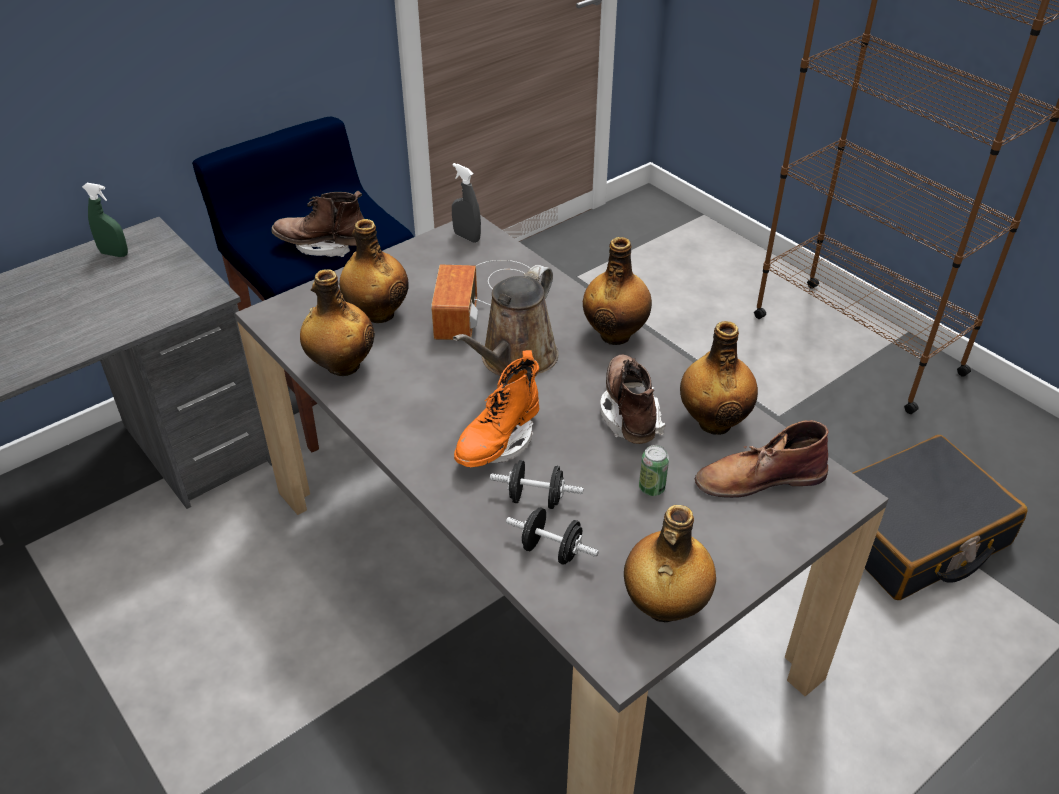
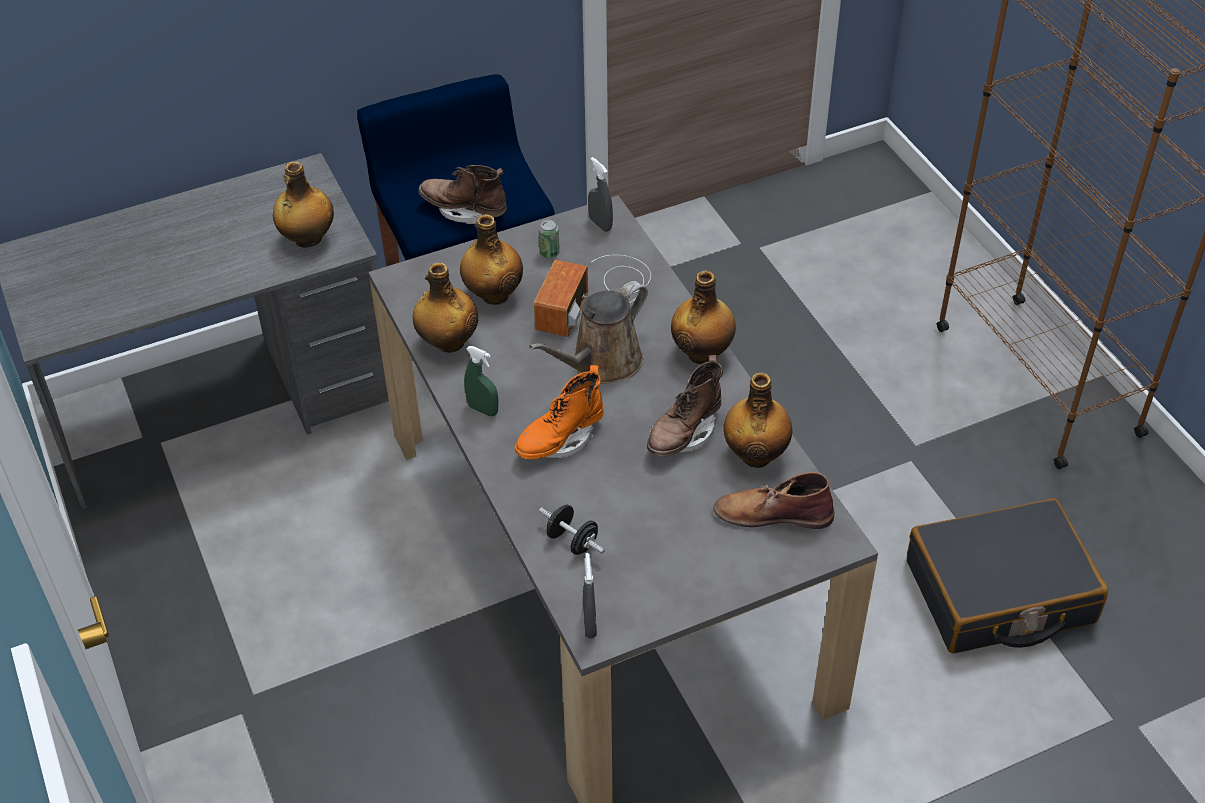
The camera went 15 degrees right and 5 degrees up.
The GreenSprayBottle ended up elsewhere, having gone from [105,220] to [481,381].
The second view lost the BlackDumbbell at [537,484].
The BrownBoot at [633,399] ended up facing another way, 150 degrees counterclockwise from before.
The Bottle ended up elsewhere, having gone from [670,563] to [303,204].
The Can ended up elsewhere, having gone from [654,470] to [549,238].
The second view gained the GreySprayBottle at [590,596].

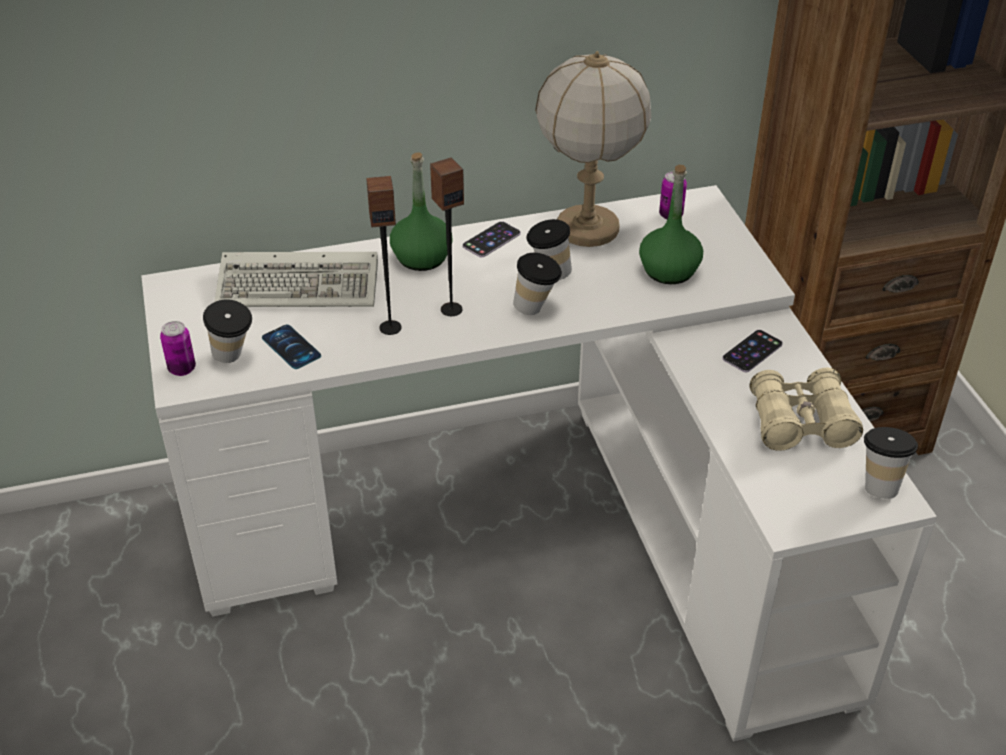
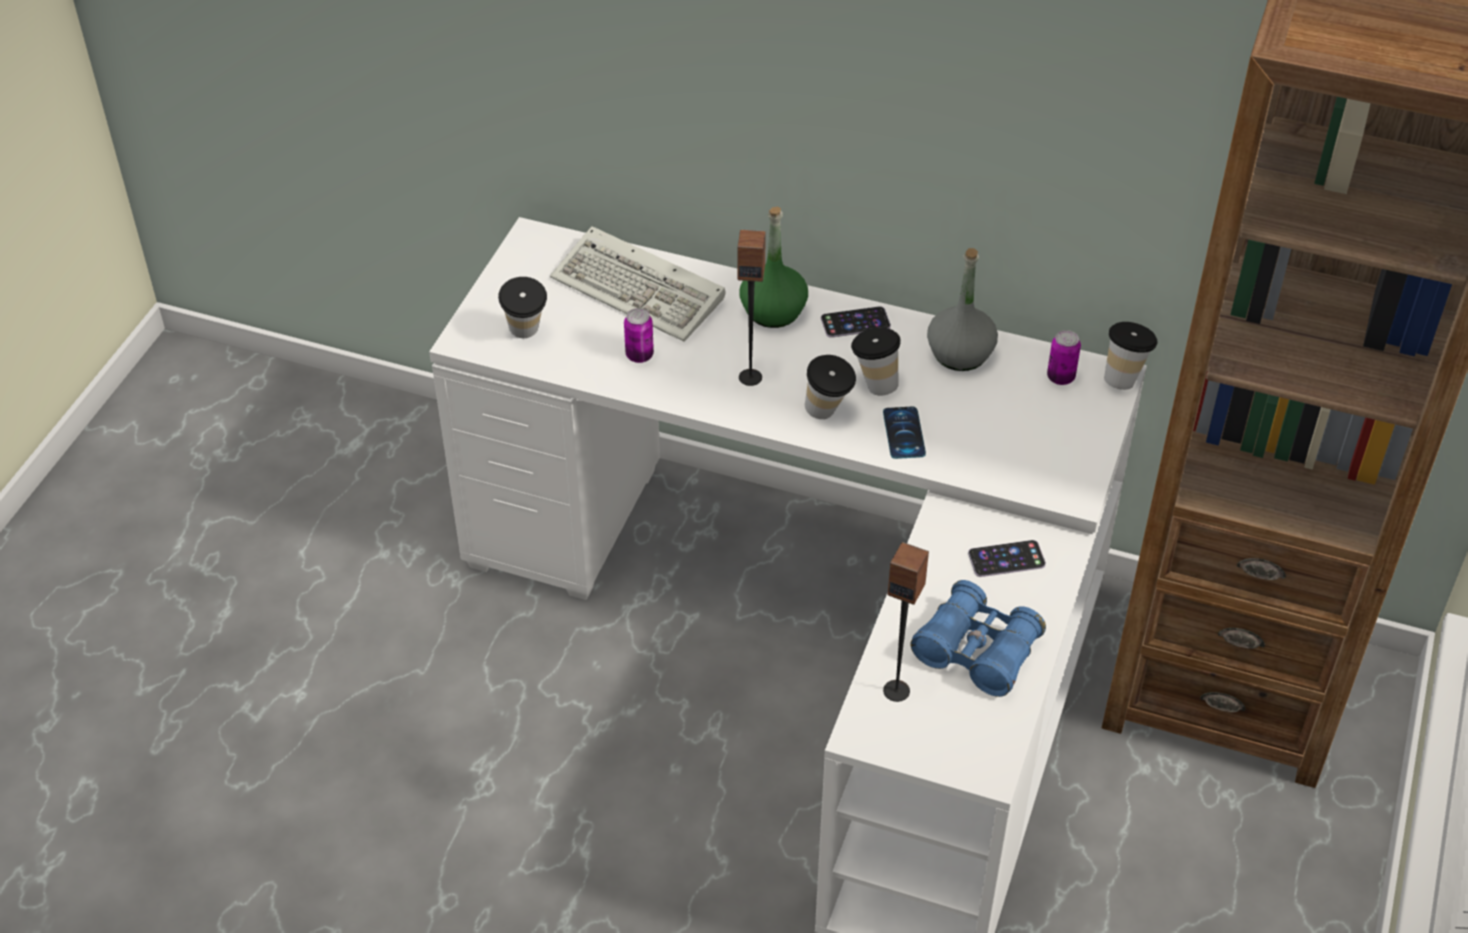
The camera went 35 degrees right and 5 degrees up.
The Can ended up elsewhere, having gone from [178,348] to [639,335].
The Phone ended up elsewhere, having gone from [291,346] to [904,433].
The Speaker ended up elsewhere, having gone from [384,255] to [906,622].
Where the TableLamp stood at [593,149], the GreyBottle came to stand at [962,309].
The second view lost the GreenBottle at [671,224].
What was the BeigeBinoculars at [806,409] turned into the BlueBinoculars at [978,638].
The Cup ended up elsewhere, having gone from [891,463] to [1131,356].

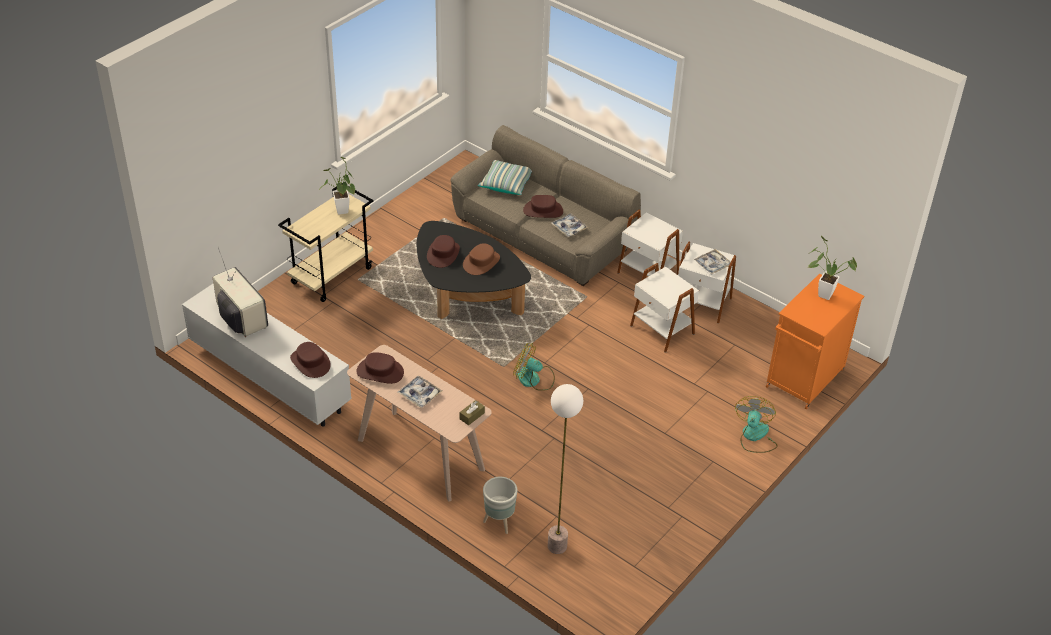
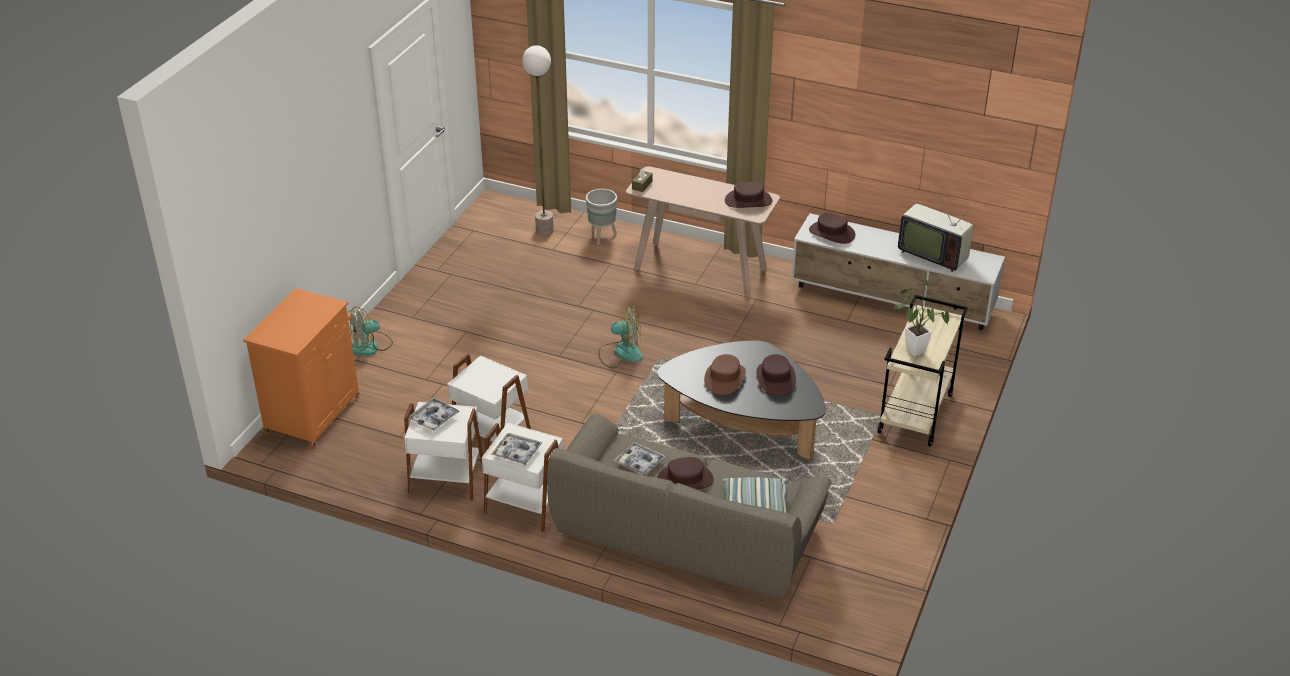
The camera went 165 degrees right and 5 degrees down.
The Tray ended up elsewhere, having gone from [420,392] to [517,449].
The Fan at [756,424] ended up facing another way, 60 degrees clockwise from before.
The second view lost the PottedPlant at [832,268].

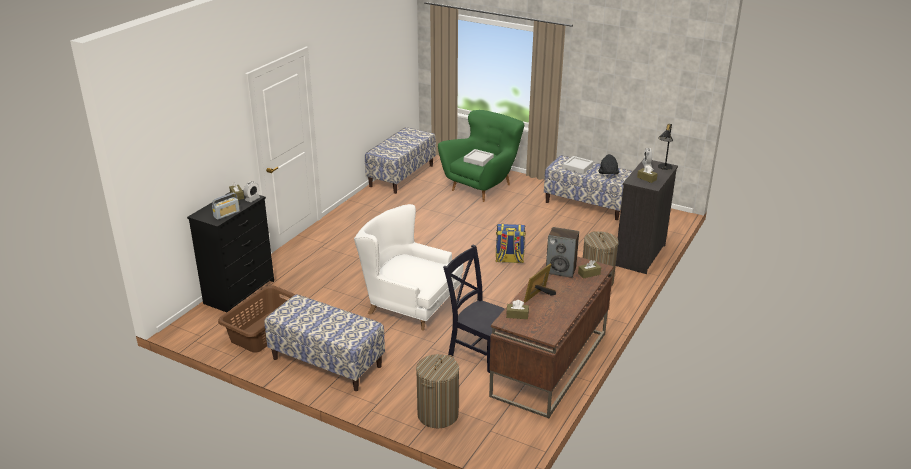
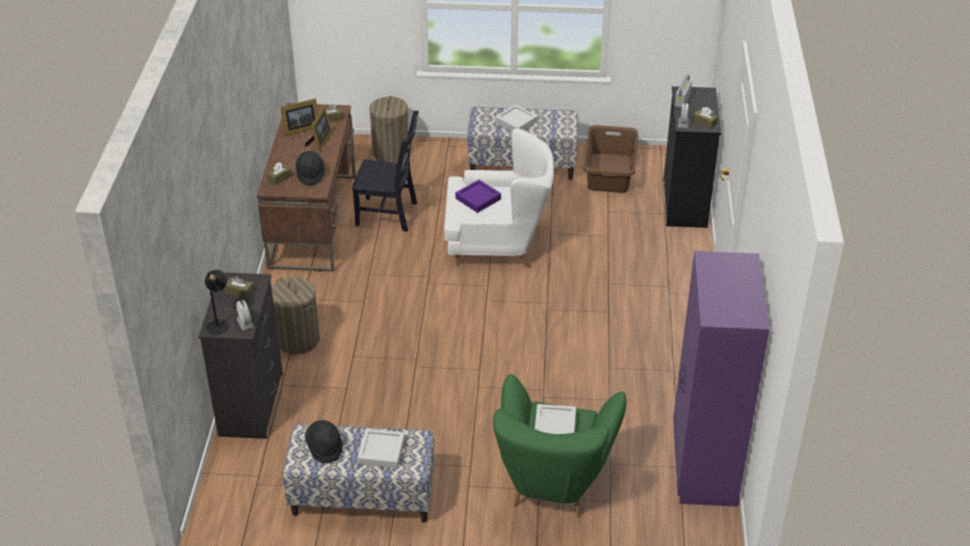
The camera went 155 degrees right and 10 degrees up.
Where the Bench stood at [400,160], the PurpleWardrobe came to stand at [721,379].
The second view lost the Backpack at [510,243].
Where the Speaker stood at [562,252], the BlackHat came to stand at [310,168].
The second view gained the PictureFrame at [299,117].
The second view gained the PurpleTray at [478,196].
The second view gained the GreyTray at [516,117].

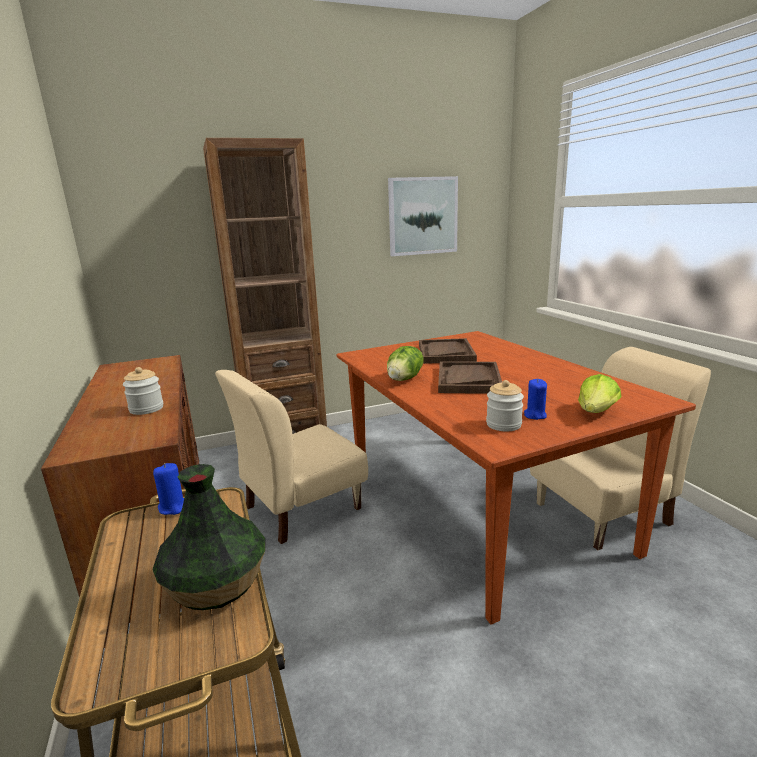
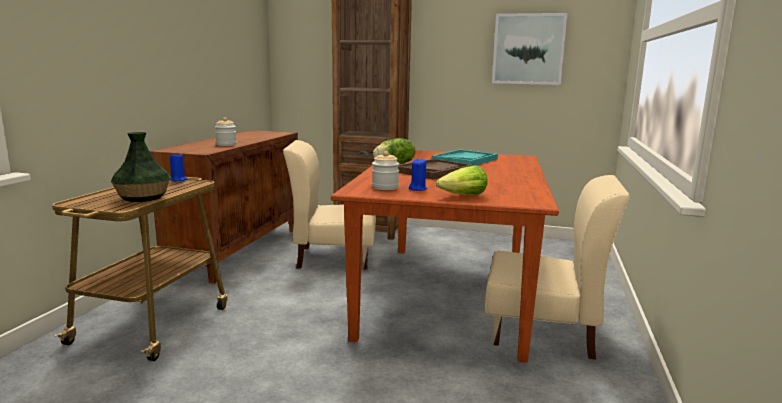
The camera went 35 degrees right and 5 degrees down.
What was the BrownTray at [448,351] turned into the TurquoiseTray at [465,157].

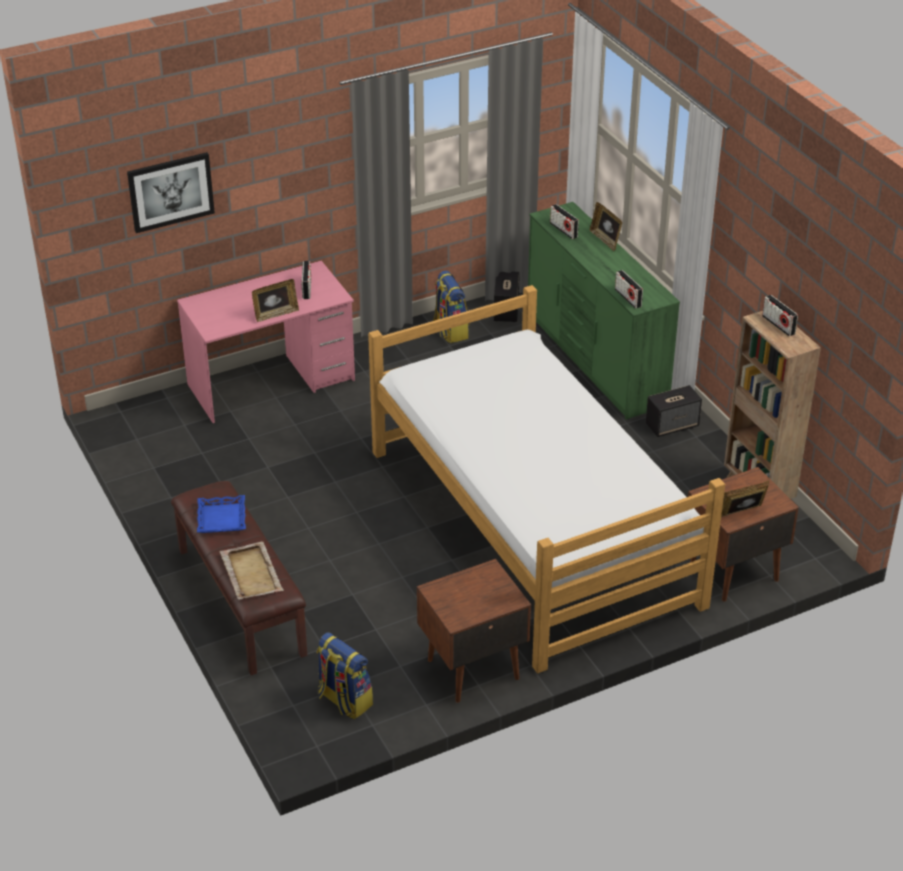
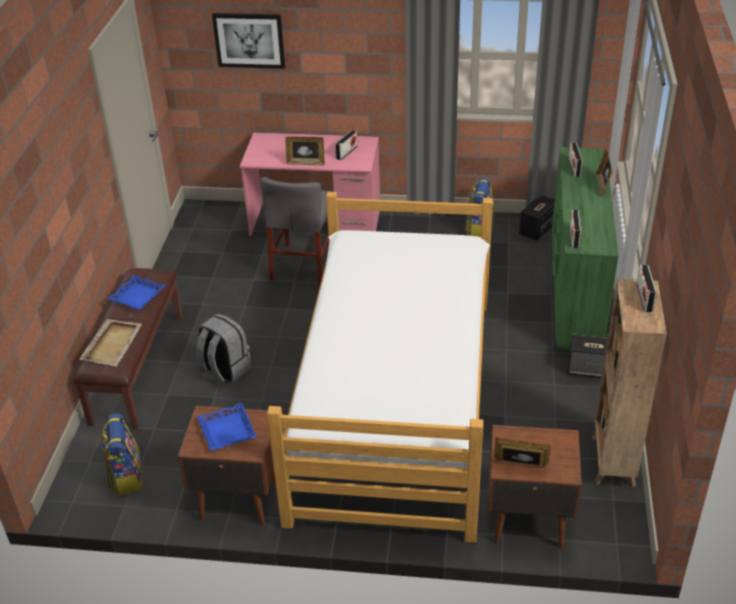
The camera went 35 degrees right and 0 degrees up.
The second view gained the GreyBackpack at [223,349].
The second view gained the BlueTray at [227,427].
The second view gained the GreyChair at [296,231].

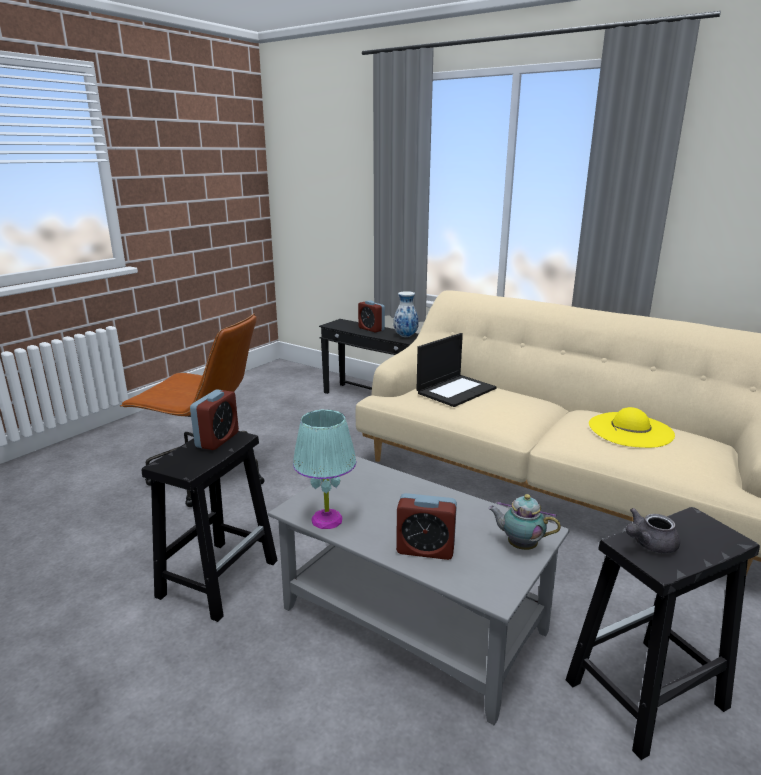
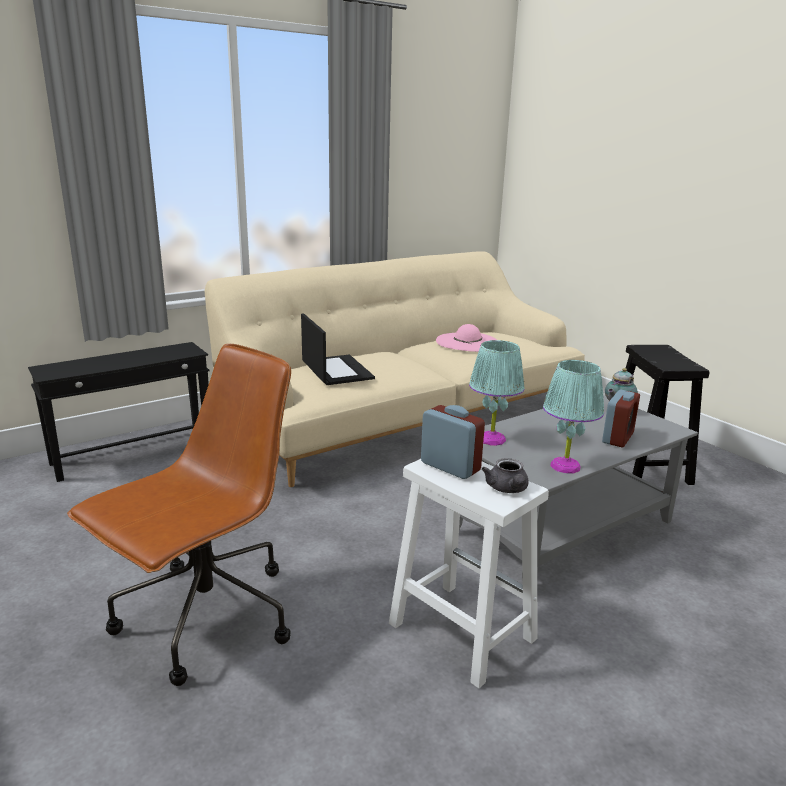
The camera went 70 degrees left and 0 degrees up.
What was the BlackStool at [209,526] turned into the WhiteStool at [469,574].
The second view lost the AlarmClock at [371,316].
The second view lost the Vase at [406,314].
What was the YellowHat at [632,427] turned into the PinkHat at [466,338].
The GreyTeapot ended up elsewhere, having gone from [653,530] to [505,475].
The second view gained the TurquoiseTableLamp at [497,393].

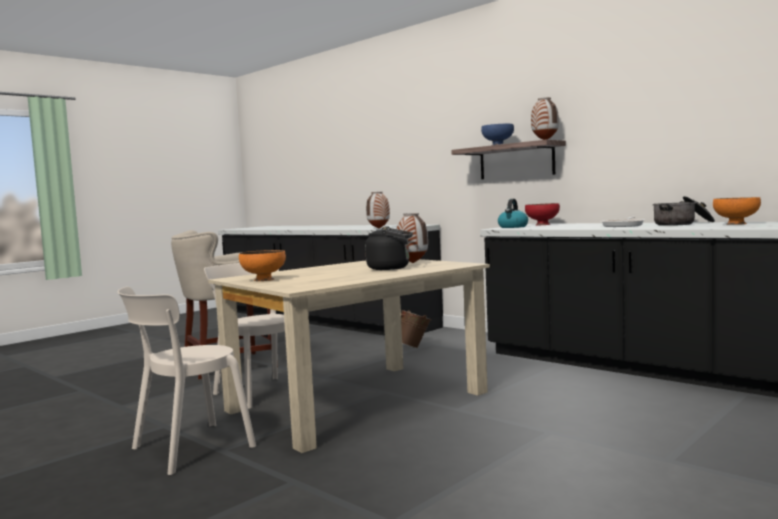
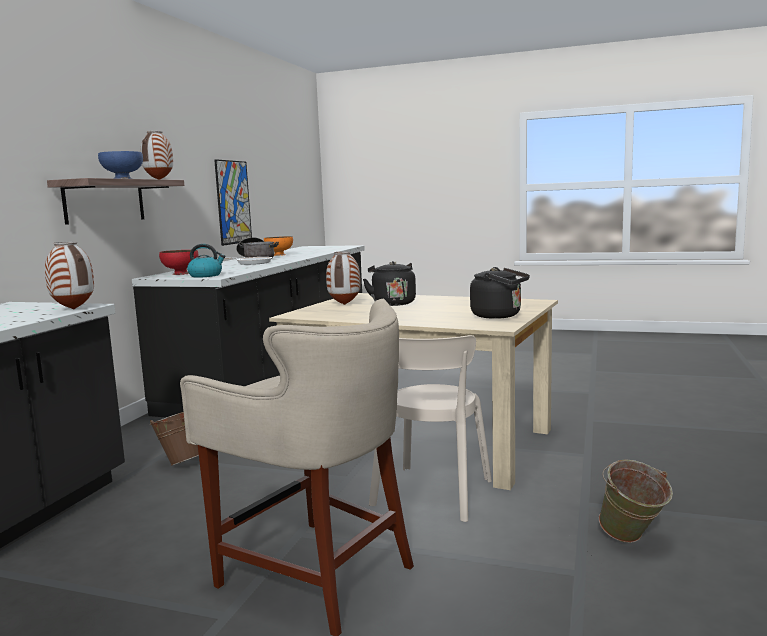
The camera went 115 degrees left and 5 degrees up.
The second view lost the BeigeChair at [187,381].
Where the OrangeBowl stood at [262,265], the BlackKettle came to stand at [500,293].
The second view gained the Picture at [233,202].
The second view gained the GreenBucket at [636,501].

